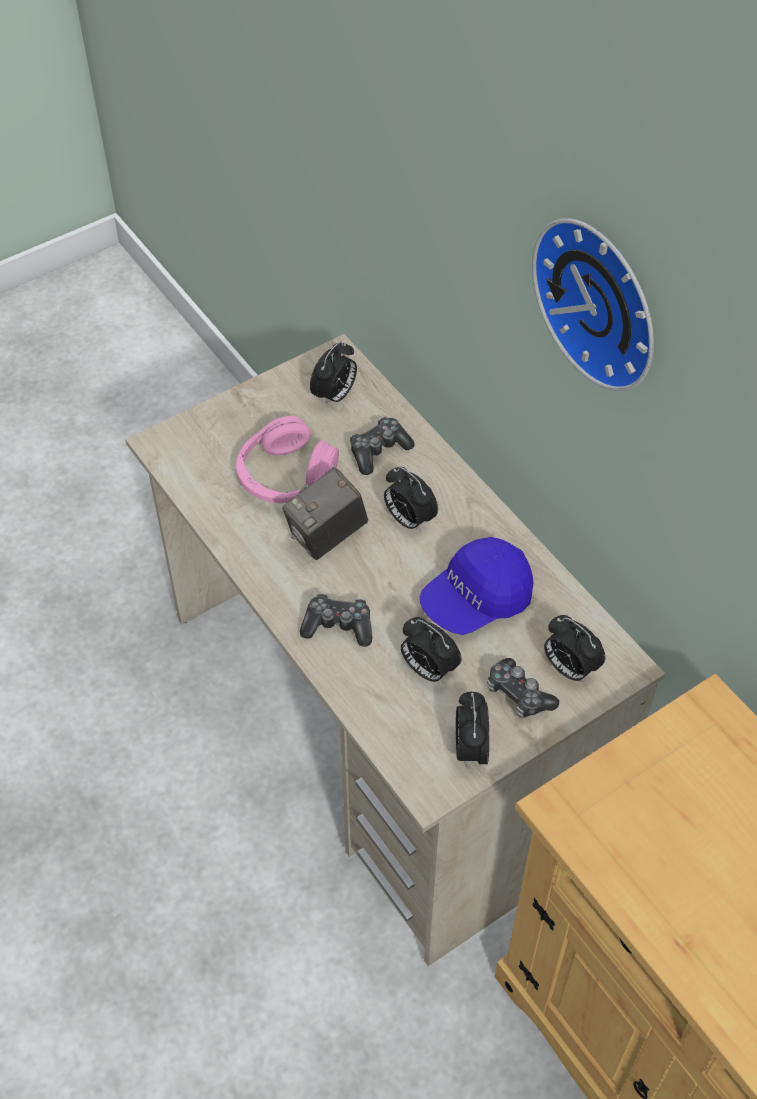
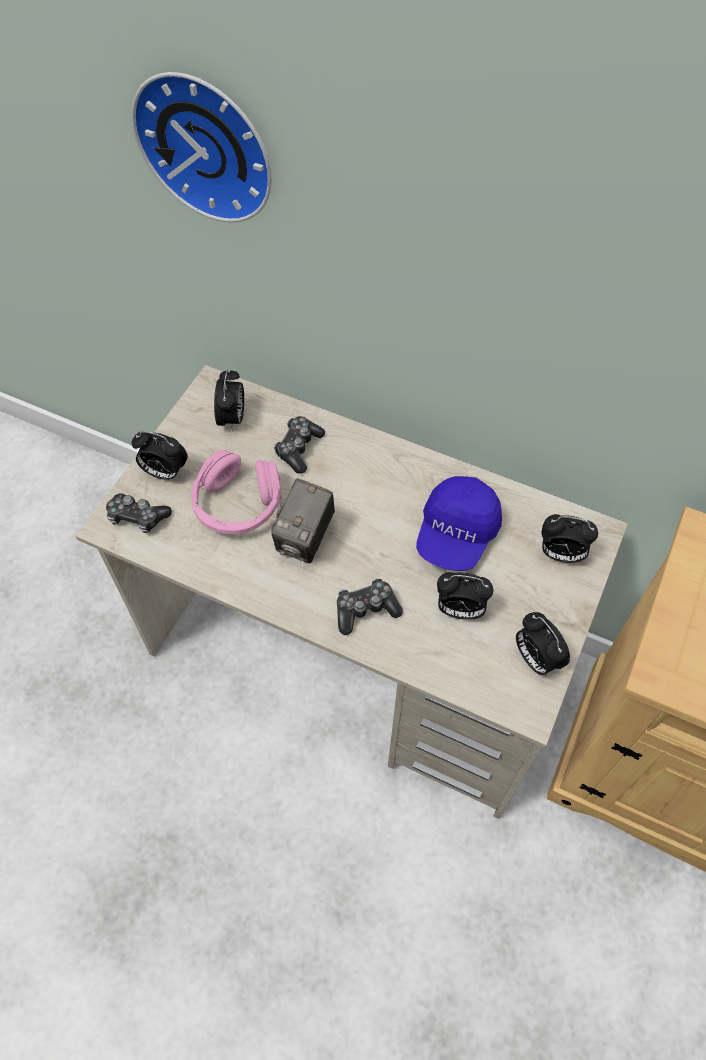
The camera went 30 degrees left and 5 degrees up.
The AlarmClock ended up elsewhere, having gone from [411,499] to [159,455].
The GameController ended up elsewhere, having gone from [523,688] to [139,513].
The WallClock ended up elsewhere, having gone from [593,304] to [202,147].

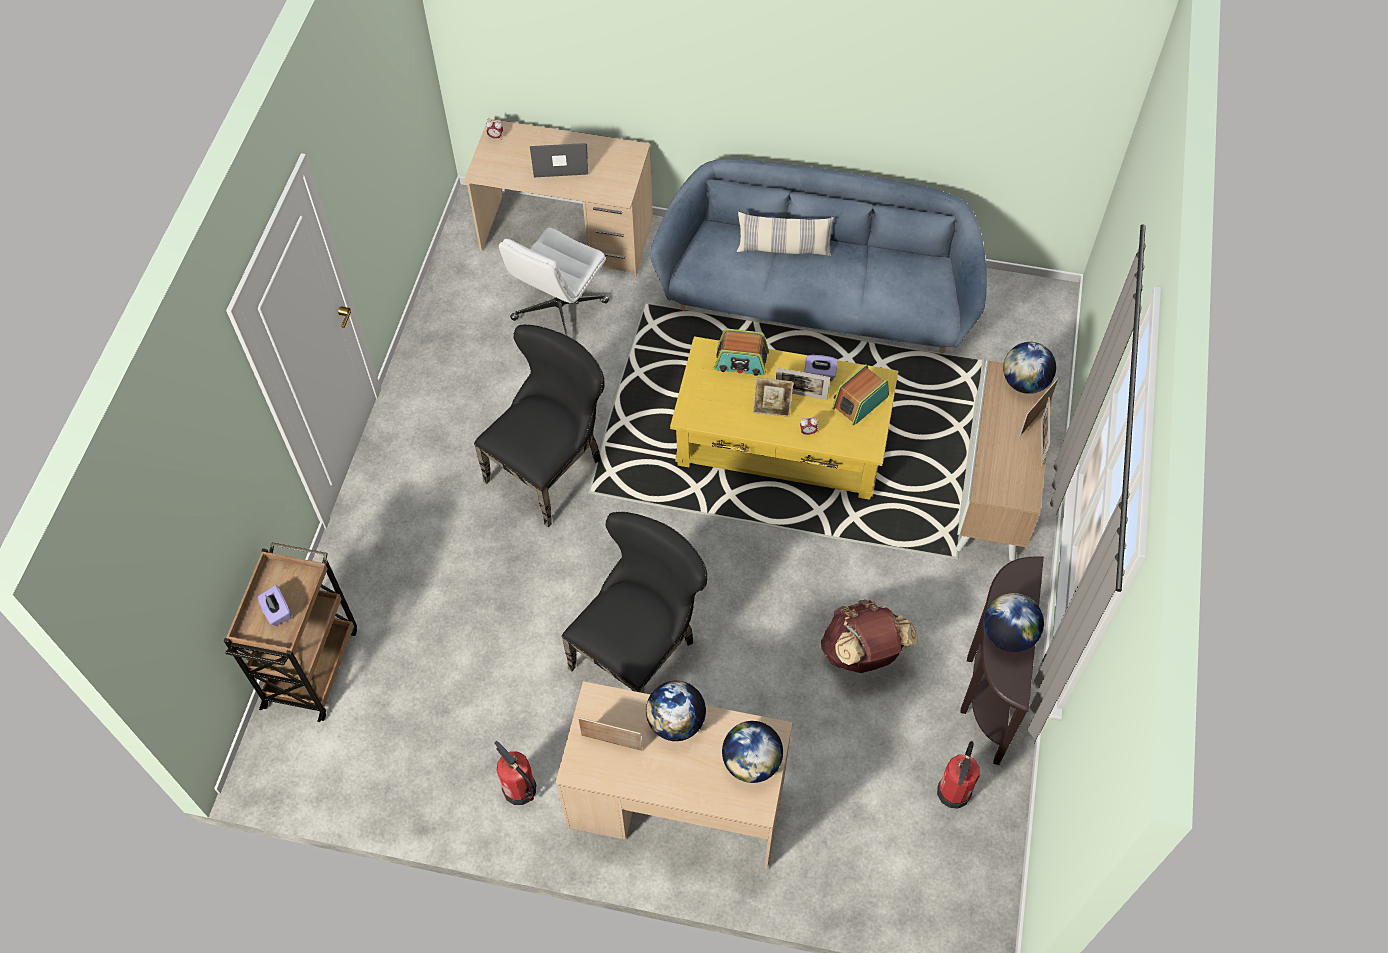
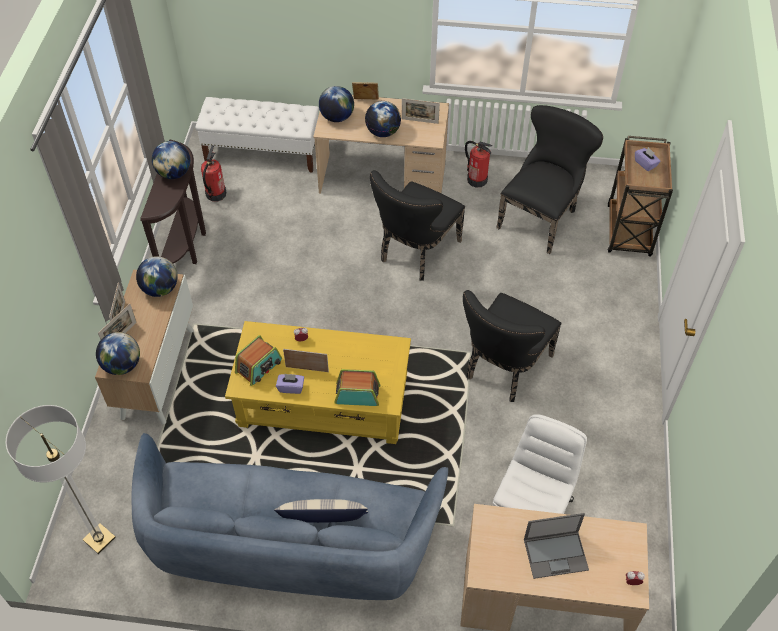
The camera went 175 degrees right and 5 degrees down.
The PictureFrame ended up elsewhere, having gone from [773,397] to [365,91].
The second view lost the BrownBackpack at [869,636].
The second view gained the FloorLamp at [61,479].
The second view gained the Globe at [157,276].
The second view gained the WhiteBench at [257,135].
The second view gained the BlackChair at [549,179].

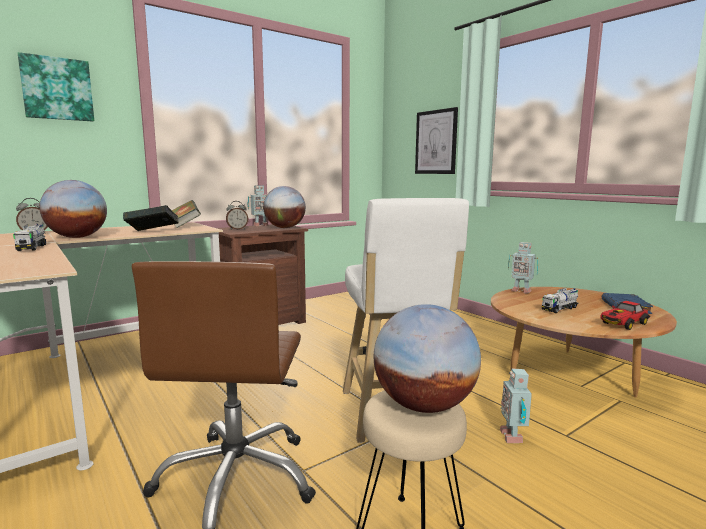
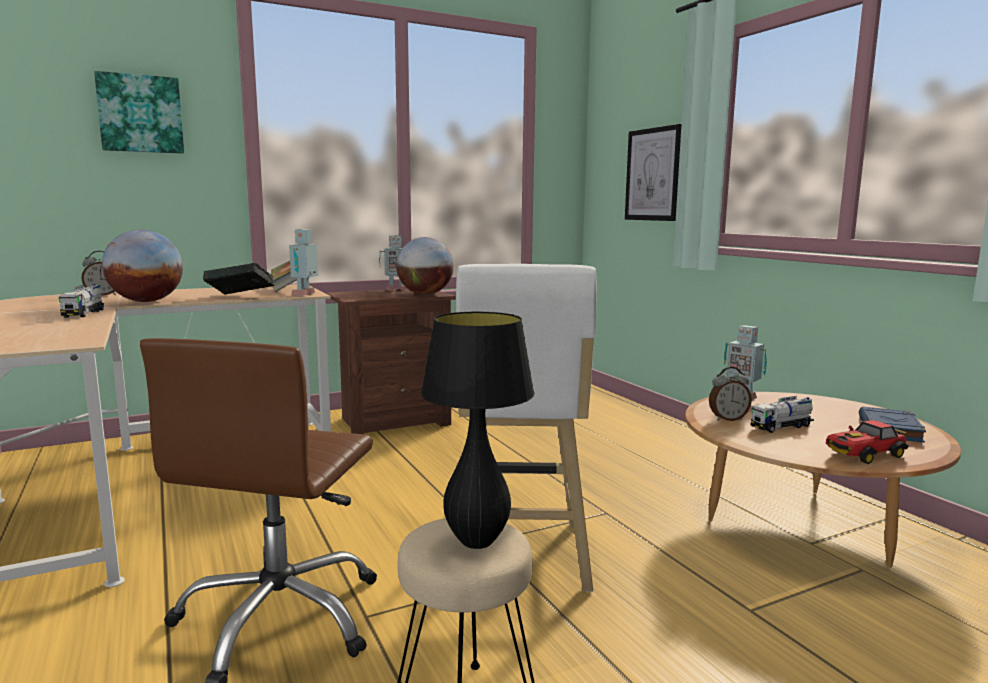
The camera went 10 degrees right and 0 degrees up.
The AlarmClock ended up elsewhere, having gone from [237,215] to [730,394].
Where the Globe stood at [427,358], the BlackTableLamp came to stand at [477,430].
The ToyRobot ended up elsewhere, having gone from [516,405] to [303,262].

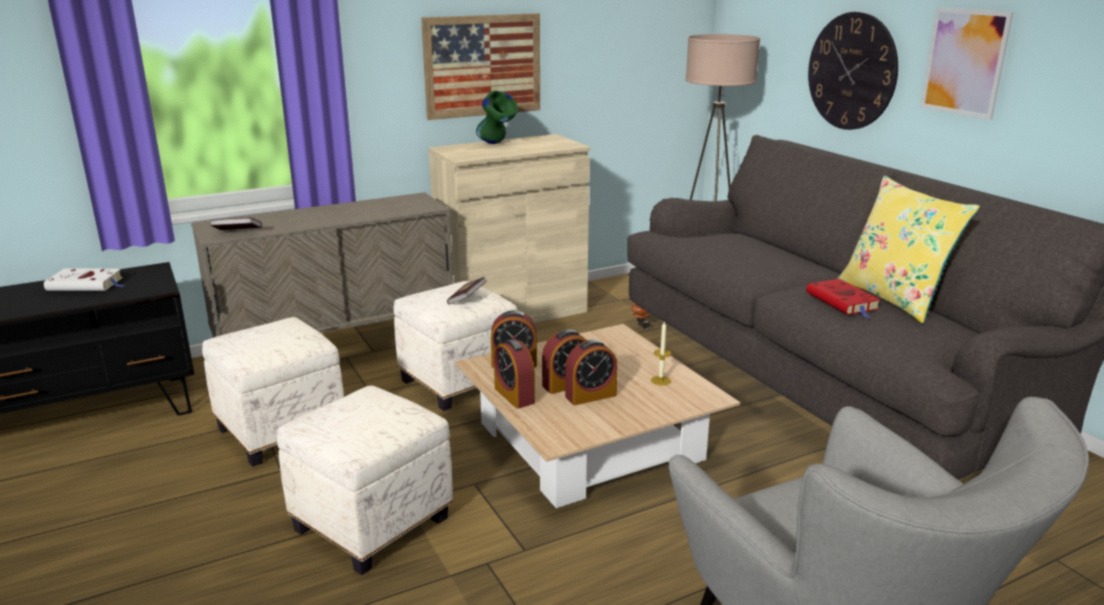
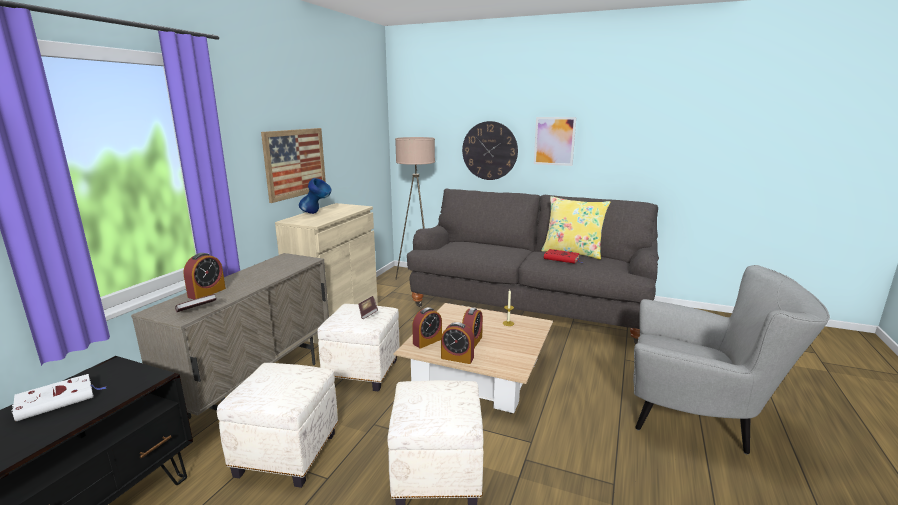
The camera went 40 degrees left and 5 degrees down.
What was the GreenVase at [497,117] turned into the BlueVase at [315,196].
The AlarmClock ended up elsewhere, having gone from [591,372] to [204,276].

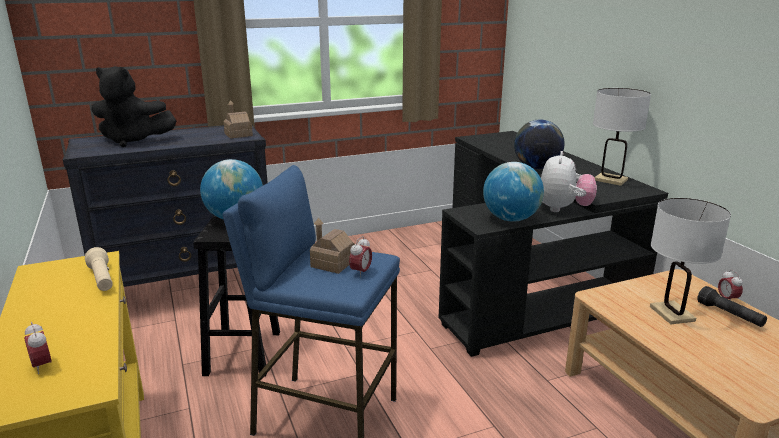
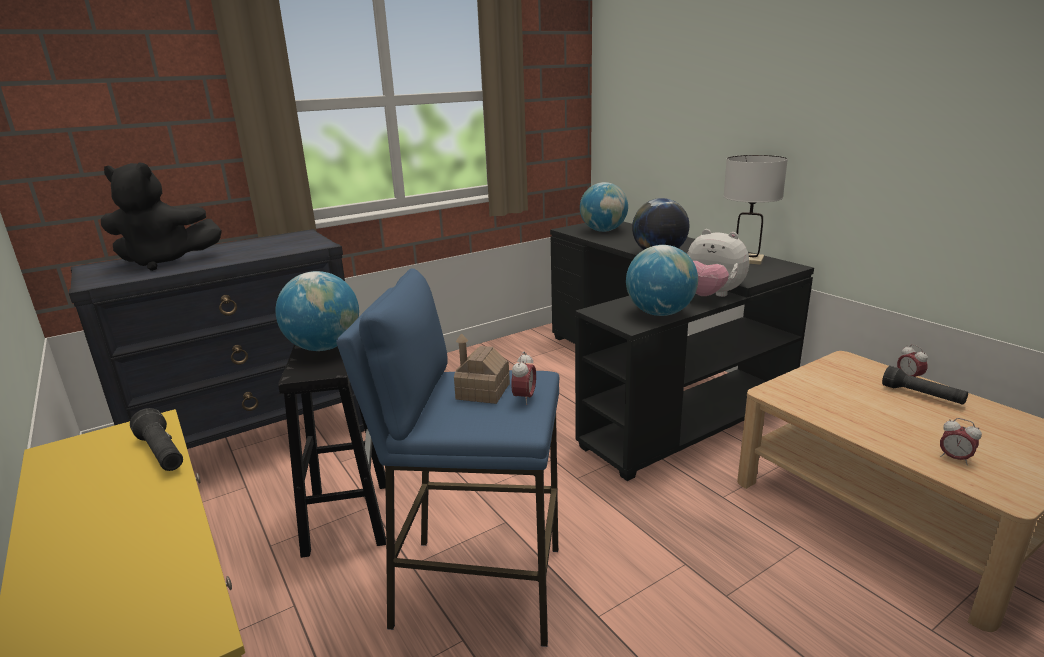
The camera went 10 degrees left and 0 degrees up.
The AlarmClock ended up elsewhere, having gone from [38,348] to [961,441].
What was the BeigeFlashlight at [99,269] turned into the BlackFlashlight at [156,439].
The second view lost the ToyHouse at [238,119].
The PlushToy at [569,181] ended up facing another way, 120 degrees clockwise from before.
The second view lost the WhiteTableLamp at [690,261].
The second view gained the Globe at [604,207].

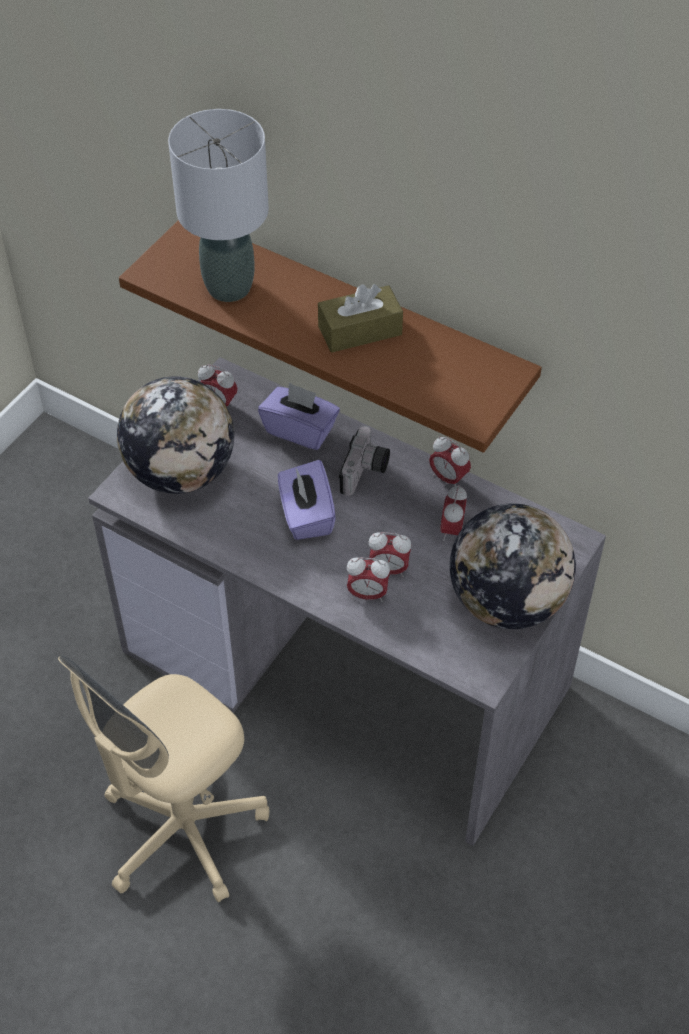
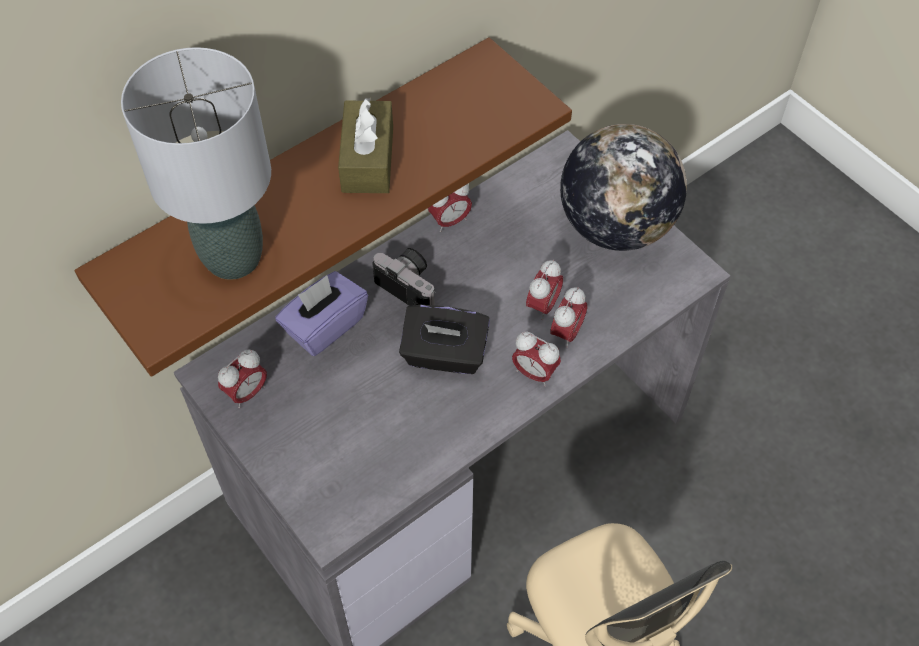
The camera went 70 degrees left and 5 degrees up.
The second view lost the Globe at [175,435].
What was the PurpleTissueBox at [307,500] turned into the BlackTissueBox at [444,339].
The AlarmClock ended up elsewhere, having gone from [453,513] to [536,359].

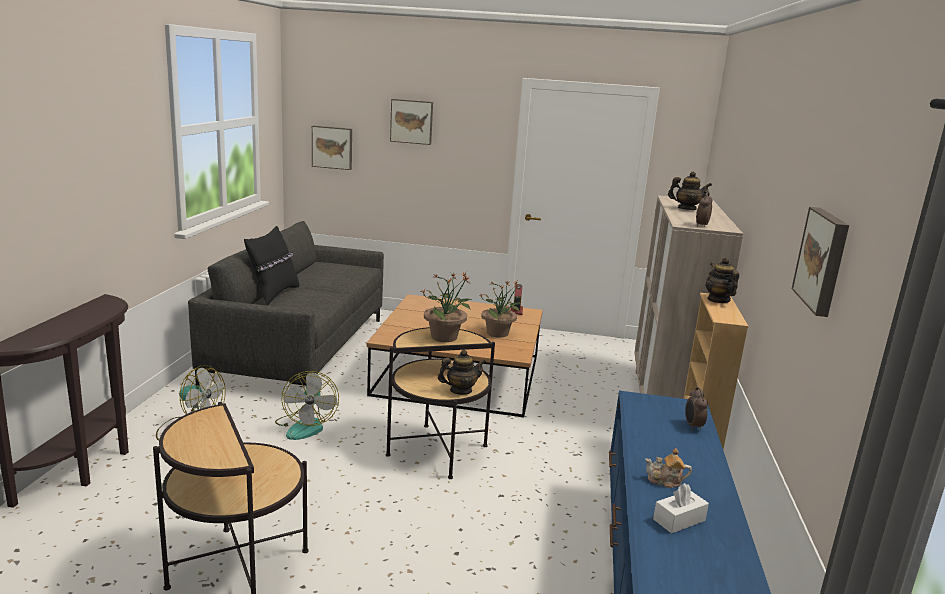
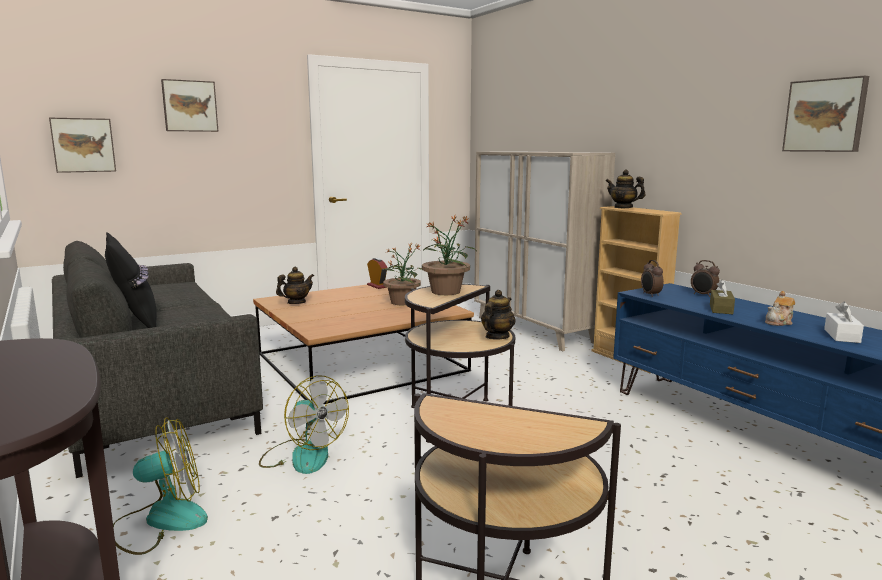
The camera went 40 degrees left and 5 degrees down.
The Teapot ended up elsewhere, having gone from [690,191] to [295,285].
The AlarmClock ended up elsewhere, having gone from [704,209] to [652,278].
The second view gained the BrownTissueBox at [722,296].

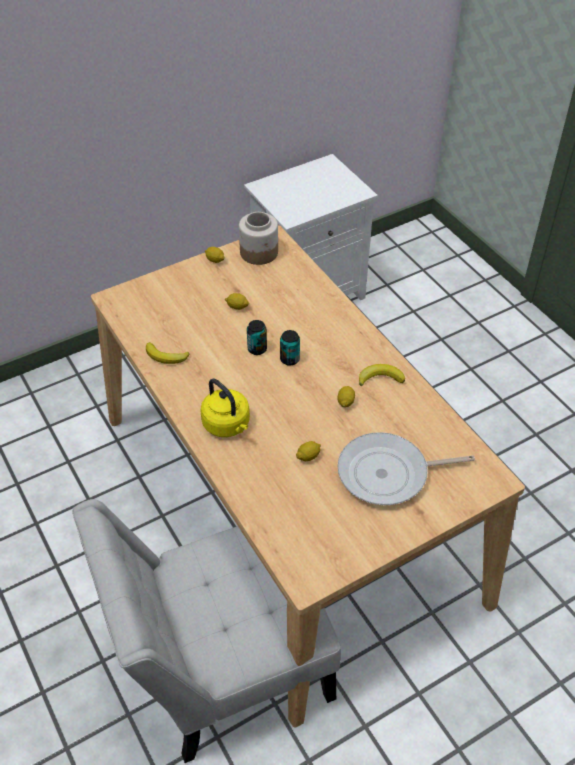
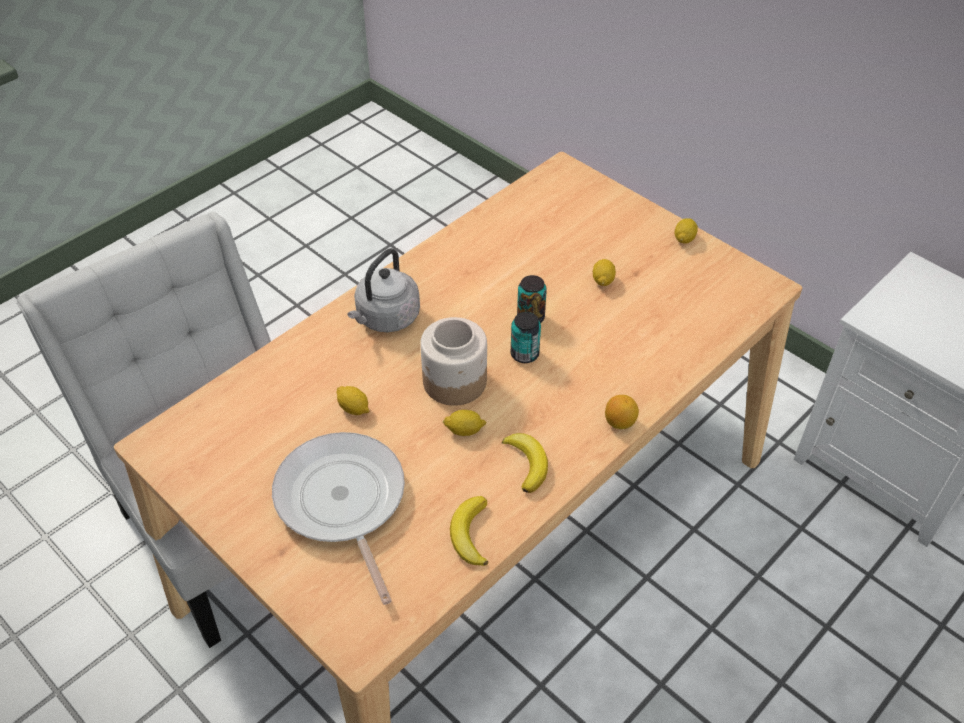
The camera went 75 degrees right and 0 degrees up.
The Banana ended up elsewhere, having gone from [168,353] to [469,531].
What was the YellowKettle at [225,407] turned into the GreyKettle at [383,290].
The Jar ended up elsewhere, having gone from [258,238] to [453,361].
The second view gained the Lemon at [622,412].

